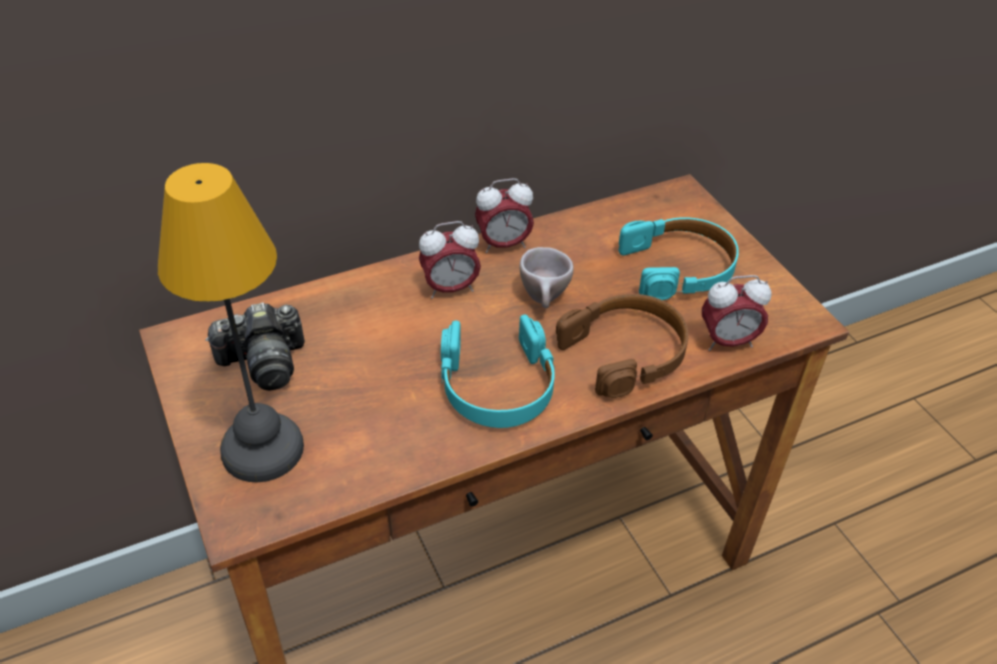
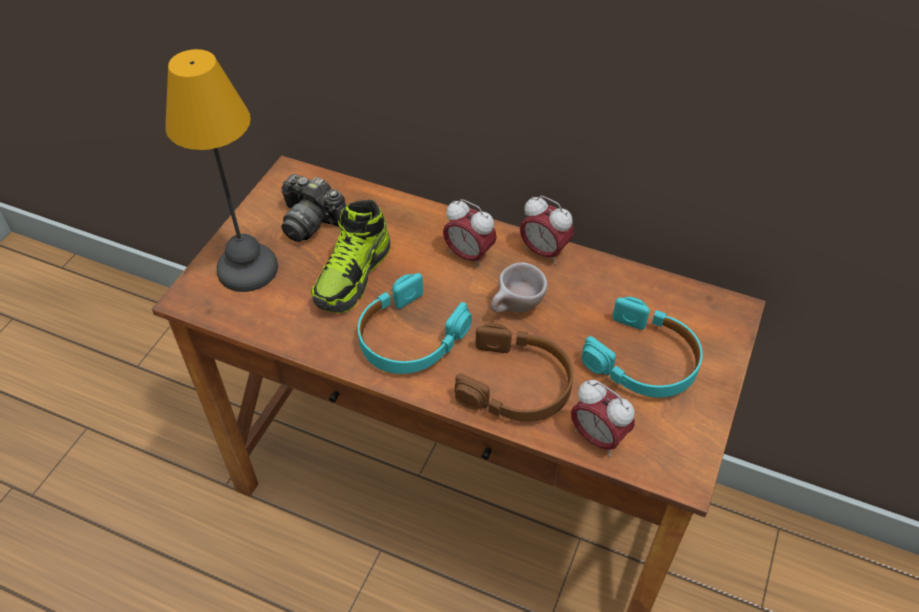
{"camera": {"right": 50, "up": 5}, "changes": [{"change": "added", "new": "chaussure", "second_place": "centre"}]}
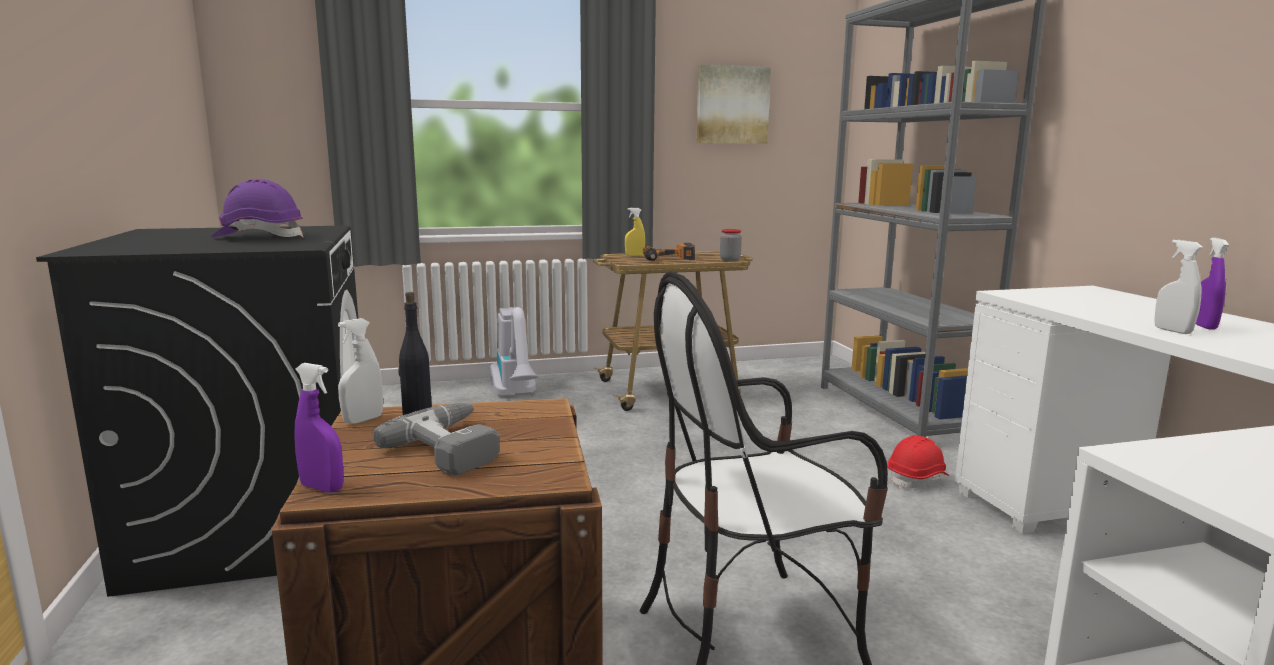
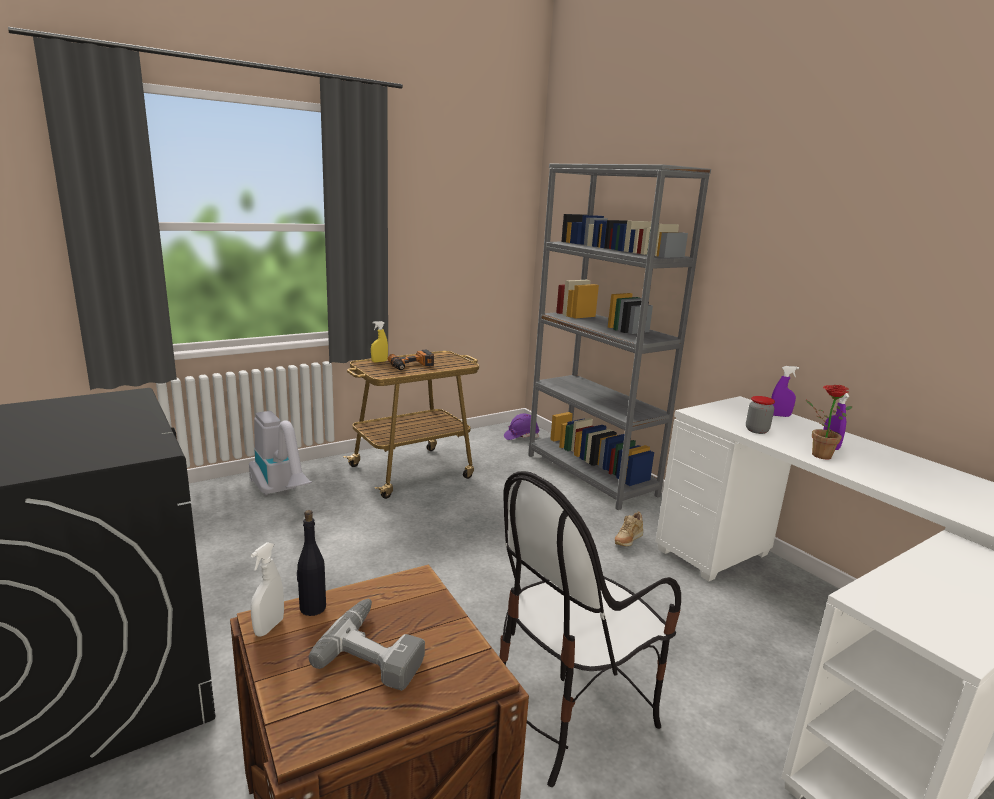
{"camera": {"right": -20, "up": 5}, "changes": [{"change": "moved", "old": "casque de chantier (violet)", "first_place": "top left", "second_place": "centre"}, {"change": "replaced", "old": "casque de chantier (rouge)", "new": "chaussure (beige)", "first_place": "bottom right", "second_place": "centre"}, {"change": "moved", "old": "bocal", "first_place": "centre", "second_place": "middle right"}, {"change": "moved", "old": "vaporisateur (violet) (1st from left)", "first_place": "middle left", "second_place": "middle right"}, {"change": "replaced", "old": "vaporisateur (blanc) (2nd from left)", "new": "plante en pot", "first_place": "middle right", "second_place": "middle right"}, {"change": "removed", "old": "tableau", "first_place": "top centre"}]}
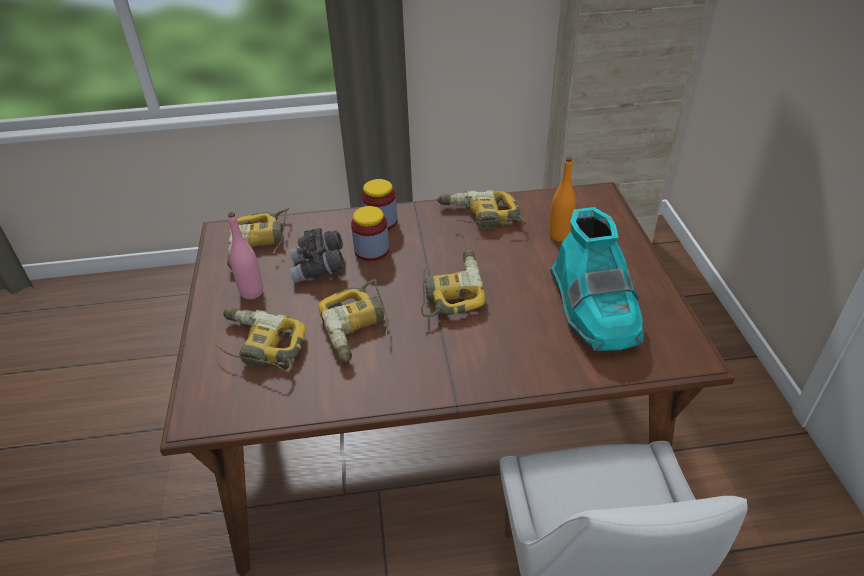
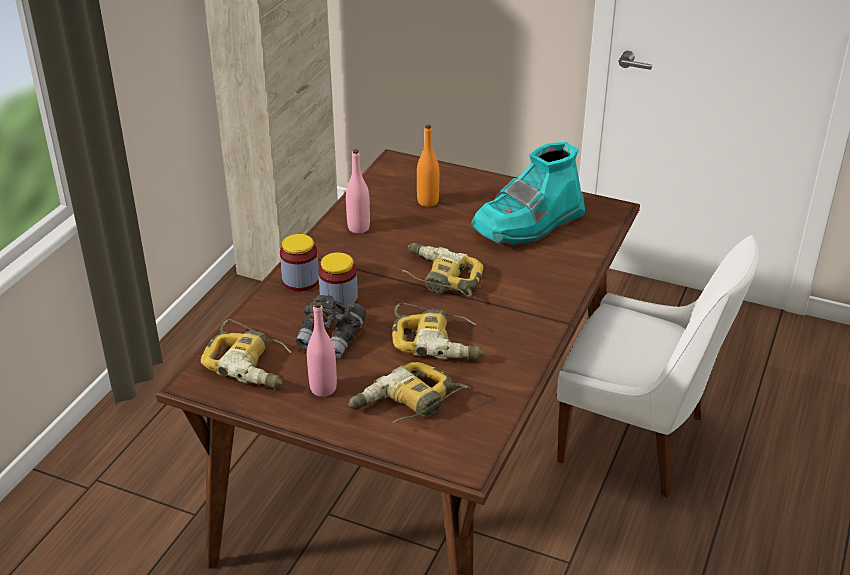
{"camera": {"right": -60, "up": -5}, "changes": [{"change": "replaced", "old": "perceuse (5th from left)", "new": "bouteille (rose) (2nd from left)", "first_place": "centre", "second_place": "top centre"}, {"change": "turned", "old": "botte (turquoise)", "first_place": "middle right", "second_place": "centre", "degrees": 120}]}
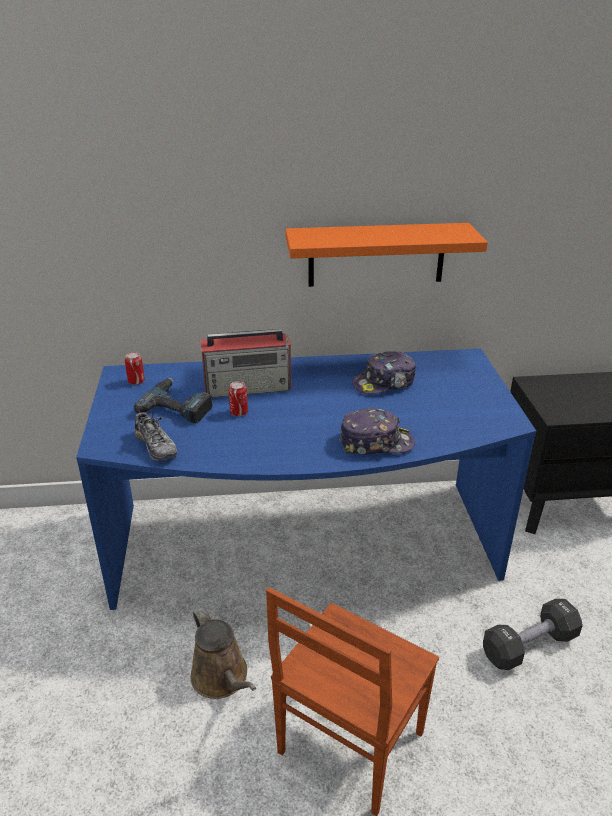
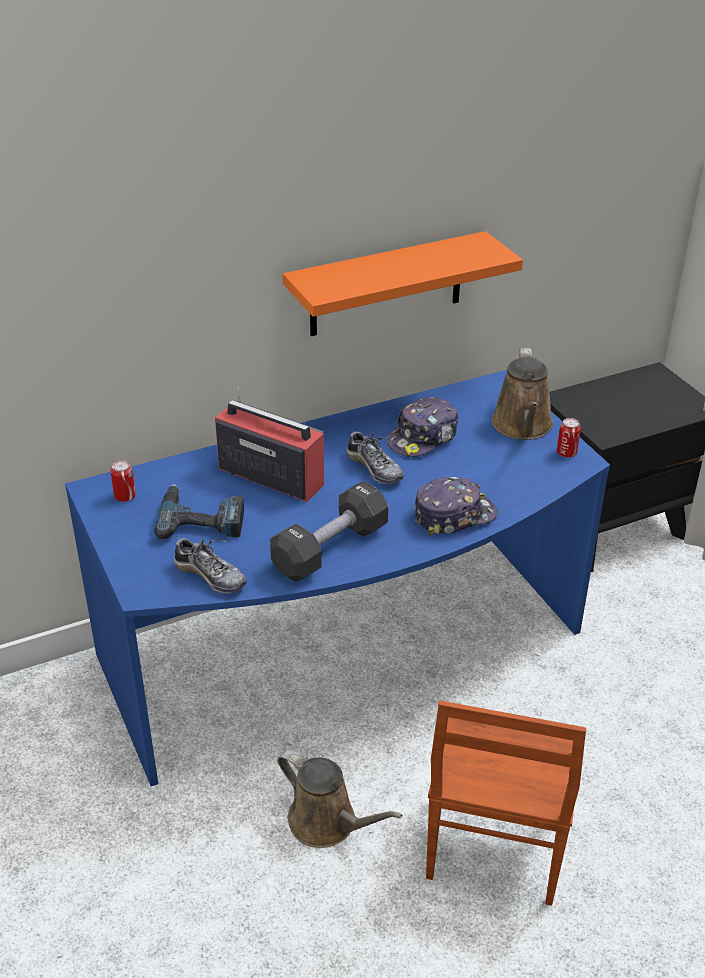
{"camera": {"right": -20, "up": 5}, "changes": [{"change": "turned", "old": "radio", "first_place": "centre", "second_place": "centre", "degrees": -120}, {"change": "moved", "old": "haltère (noir)", "first_place": "bottom right", "second_place": "centre"}, {"change": "added", "new": "chaussure (2nd from left)", "second_place": "centre"}, {"change": "added", "new": "arrosoir (marron) (2nd from left)", "second_place": "middle right"}, {"change": "moved", "old": "boîte métallique (2nd from left)", "first_place": "centre", "second_place": "middle right"}]}
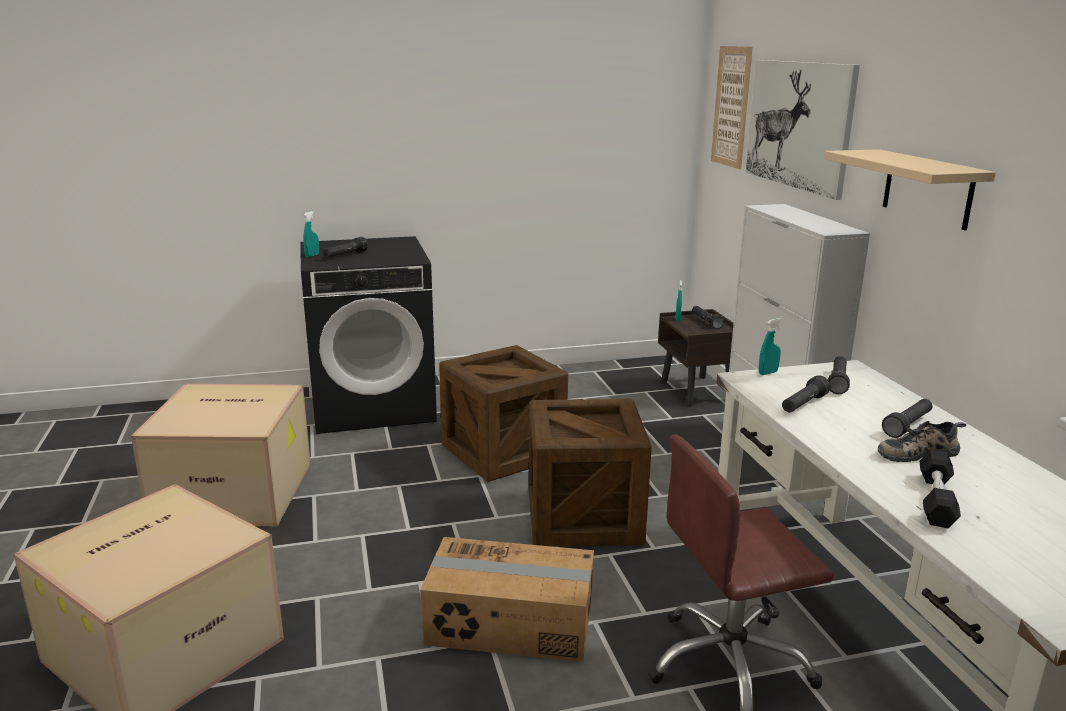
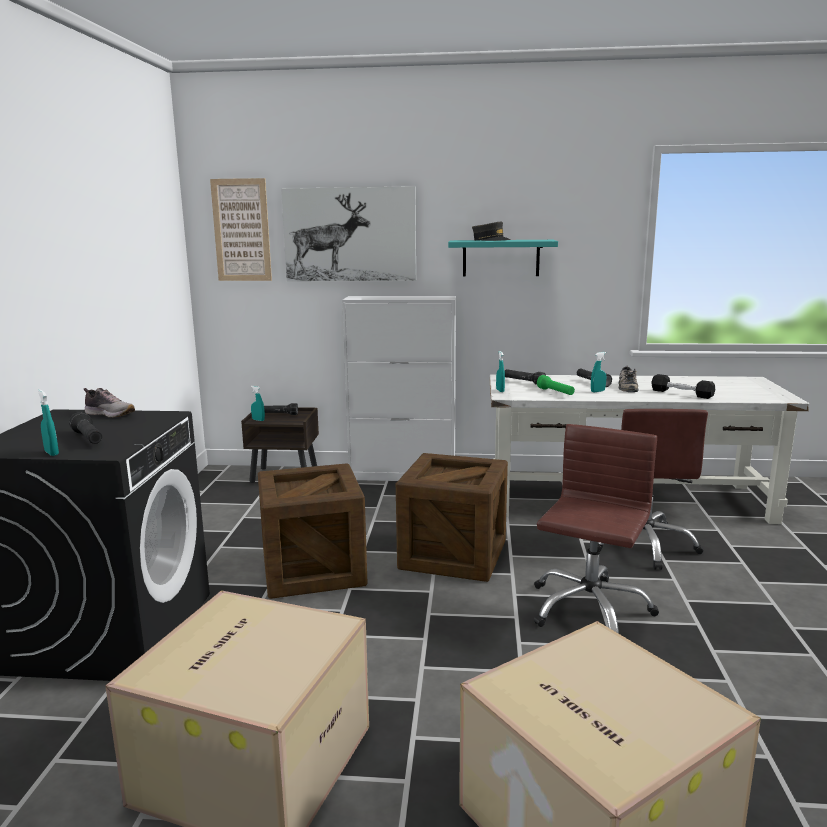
{"camera": {"right": -70, "up": -5}, "changes": [{"change": "added", "new": "chaussure (1st from left)", "second_place": "middle left"}, {"change": "recoloured", "old": "étagère (beige)", "new": "étagère (turquoise)", "first_place": "top right", "second_place": "top centre"}, {"change": "added", "new": "casquette (gris)", "second_place": "top centre"}, {"change": "replaced", "old": "carton (3rd from left)", "new": "chaise de bureau (marron) (1st from left)", "first_place": "bottom centre", "second_place": "middle right"}, {"change": "recoloured", "old": "lampe de poche (noir) (3rd from left)", "new": "lampe de poche (vert)", "first_place": "middle right", "second_place": "middle right"}, {"change": "added", "new": "vaporisateur (turquoise) (4th from left)", "second_place": "middle right"}]}
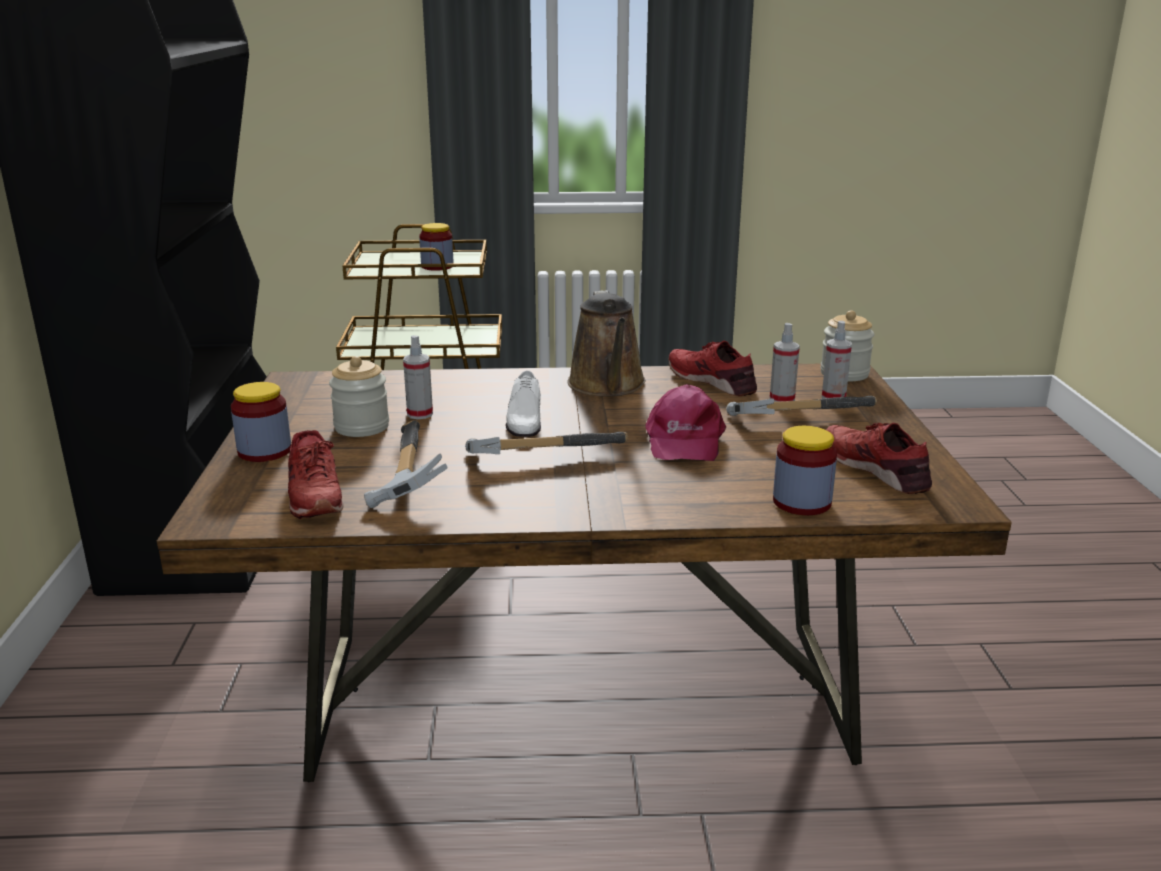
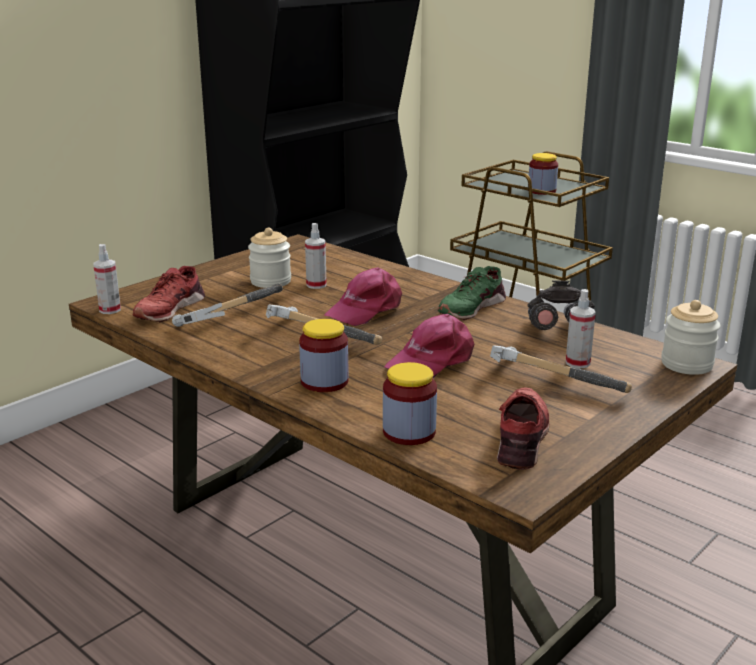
{"camera": {"right": 45, "up": 0}, "changes": [{"change": "moved", "old": "vaporisateur (3rd from left in the first image)", "new": "vaporisateur (1st from left)", "first_place": "middle right", "second_place": "middle left"}, {"change": "moved", "old": "bocal (1st from left in the first image)", "new": "bocal (2nd from left)", "first_place": "middle left", "second_place": "centre"}, {"change": "replaced", "old": "chaussure (blanc)", "new": "casquette (rose) (1st from left)", "first_place": "centre", "second_place": "centre"}, {"change": "replaced", "old": "arrosoir (marron)", "new": "chaussure (vert)", "first_place": "centre", "second_place": "centre"}, {"change": "replaced", "old": "chaussure (rouge) (2nd from left)", "new": "jumelles (gris)", "first_place": "centre", "second_place": "middle right"}]}
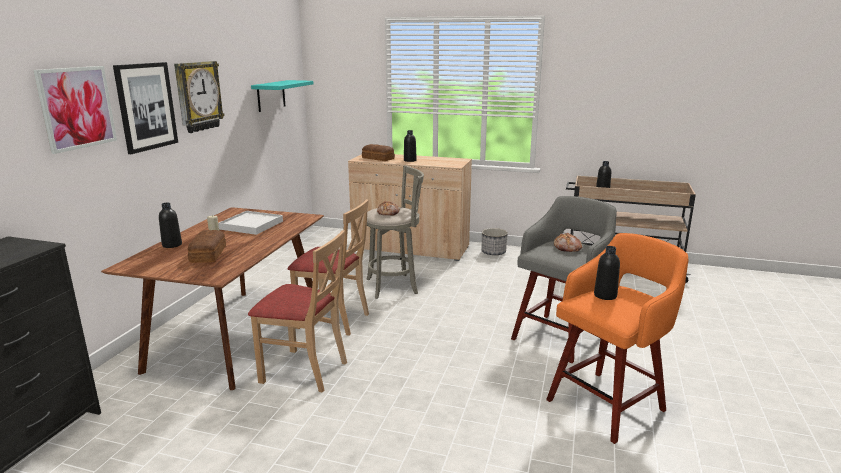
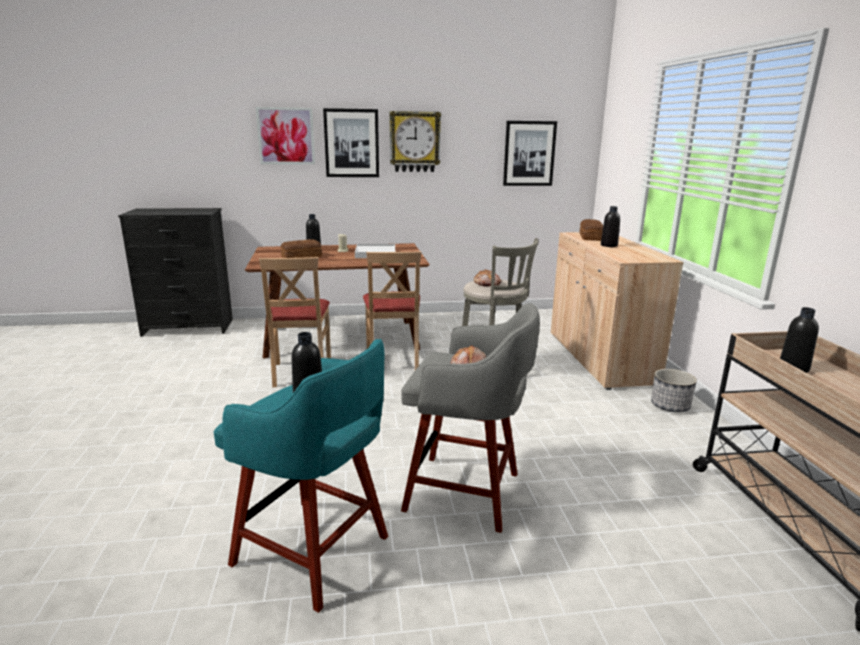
{"camera": {"right": 65, "up": 0}, "changes": [{"change": "recoloured", "old": "tabouret (orange)", "new": "tabouret (turquoise)", "first_place": "bottom right", "second_place": "bottom centre"}, {"change": "replaced", "old": "étagère (turquoise)", "new": "tableau (3rd from left)", "first_place": "top centre", "second_place": "top centre"}]}
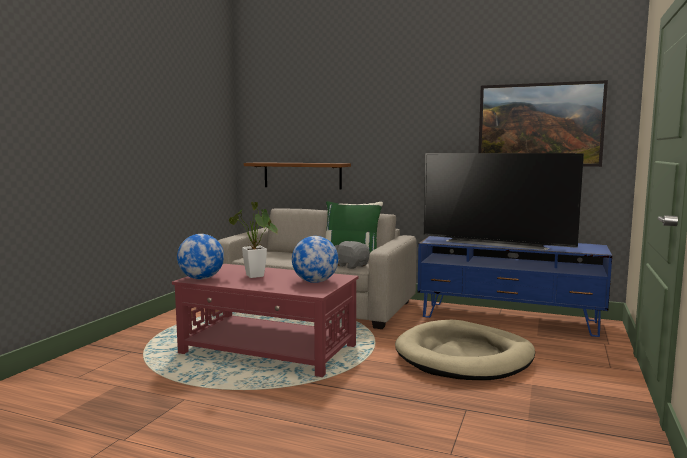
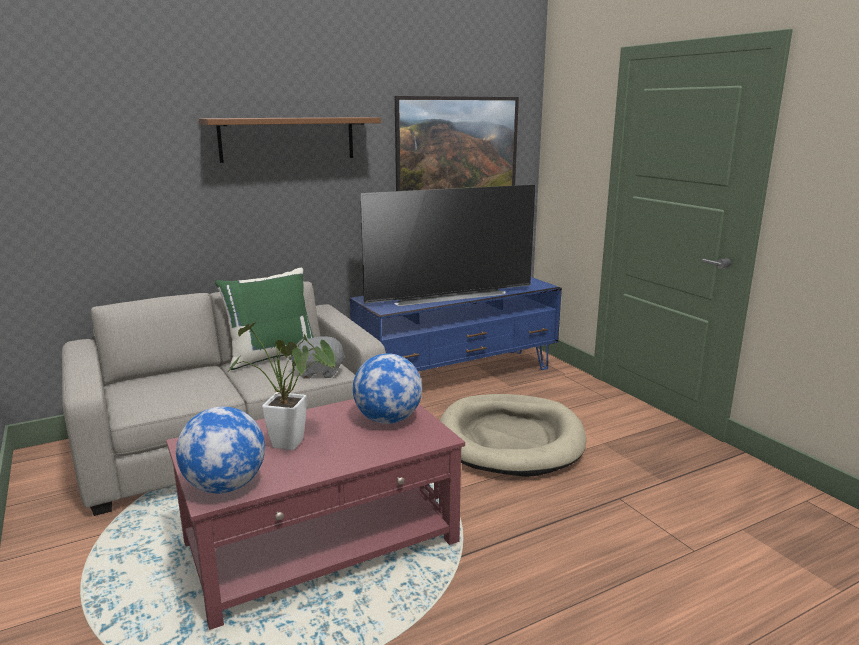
{"camera": {"right": -50, "up": 10}, "changes": [{"change": "moved", "old": "étagère (marron)", "first_place": "centre", "second_place": "top centre"}]}
